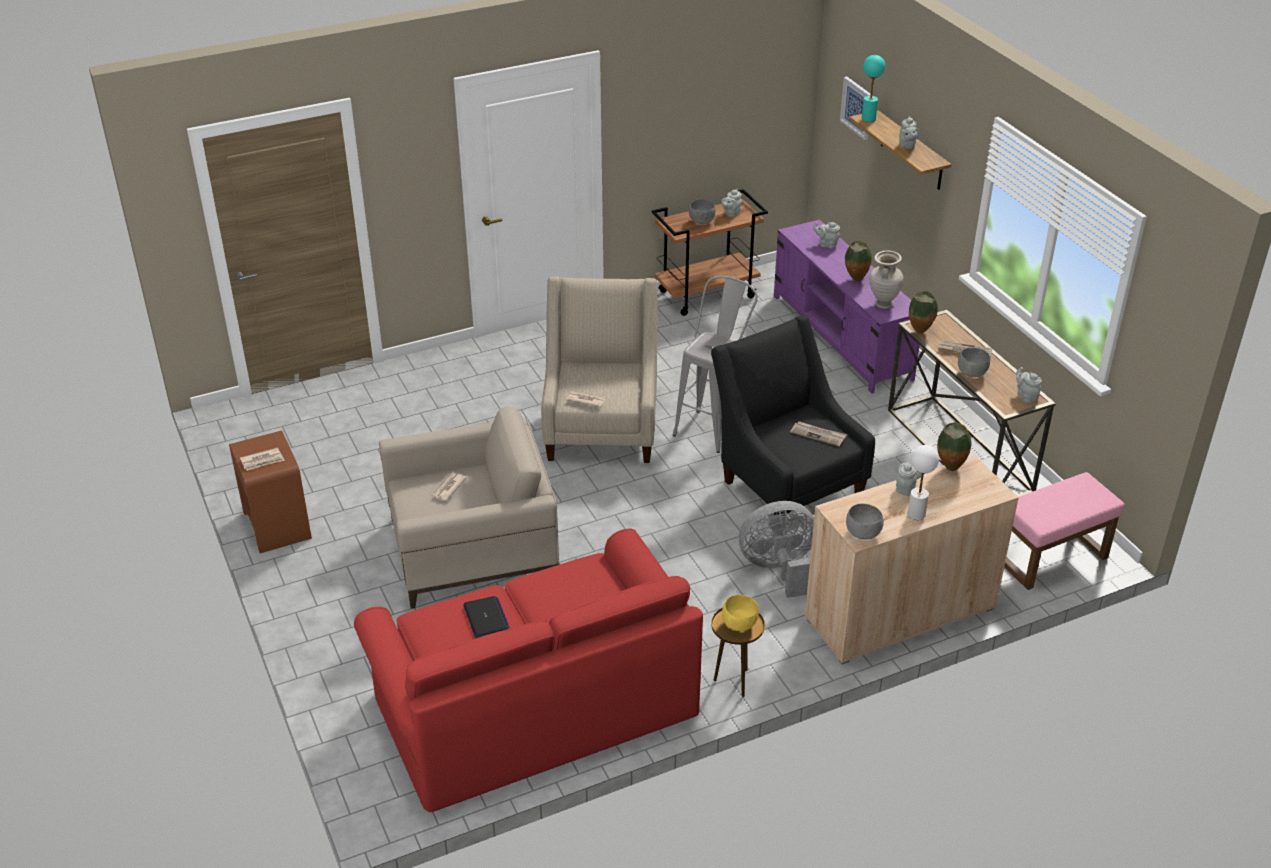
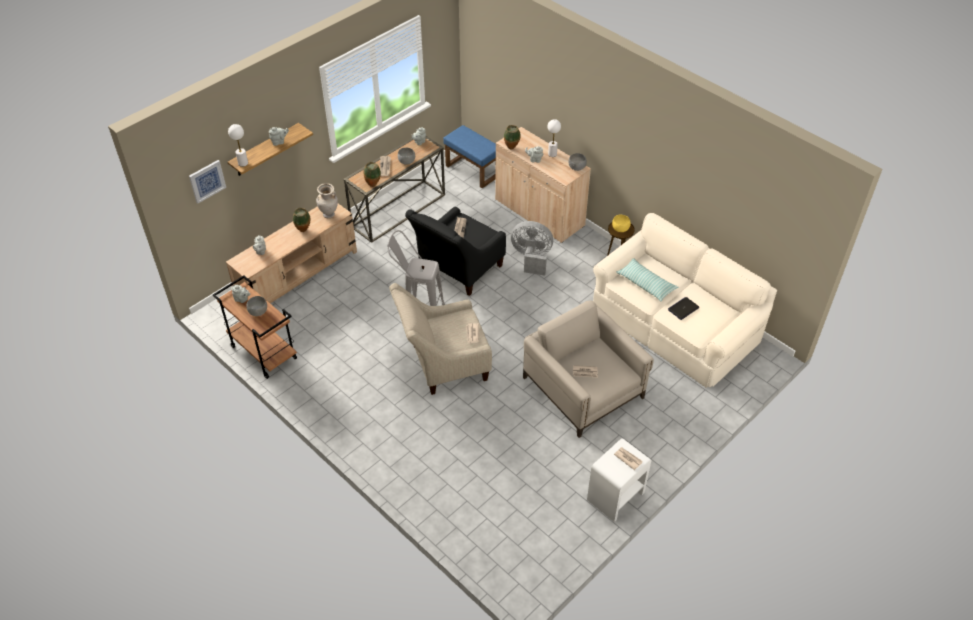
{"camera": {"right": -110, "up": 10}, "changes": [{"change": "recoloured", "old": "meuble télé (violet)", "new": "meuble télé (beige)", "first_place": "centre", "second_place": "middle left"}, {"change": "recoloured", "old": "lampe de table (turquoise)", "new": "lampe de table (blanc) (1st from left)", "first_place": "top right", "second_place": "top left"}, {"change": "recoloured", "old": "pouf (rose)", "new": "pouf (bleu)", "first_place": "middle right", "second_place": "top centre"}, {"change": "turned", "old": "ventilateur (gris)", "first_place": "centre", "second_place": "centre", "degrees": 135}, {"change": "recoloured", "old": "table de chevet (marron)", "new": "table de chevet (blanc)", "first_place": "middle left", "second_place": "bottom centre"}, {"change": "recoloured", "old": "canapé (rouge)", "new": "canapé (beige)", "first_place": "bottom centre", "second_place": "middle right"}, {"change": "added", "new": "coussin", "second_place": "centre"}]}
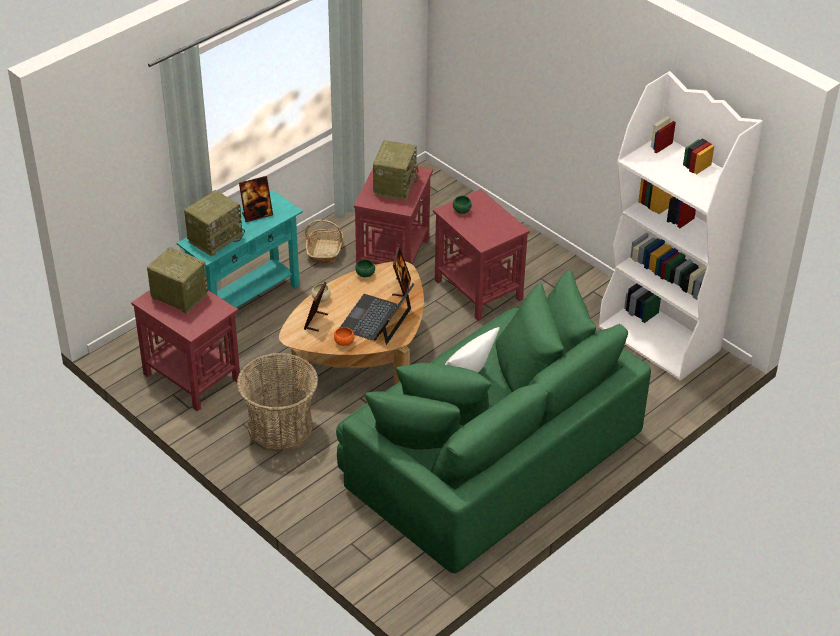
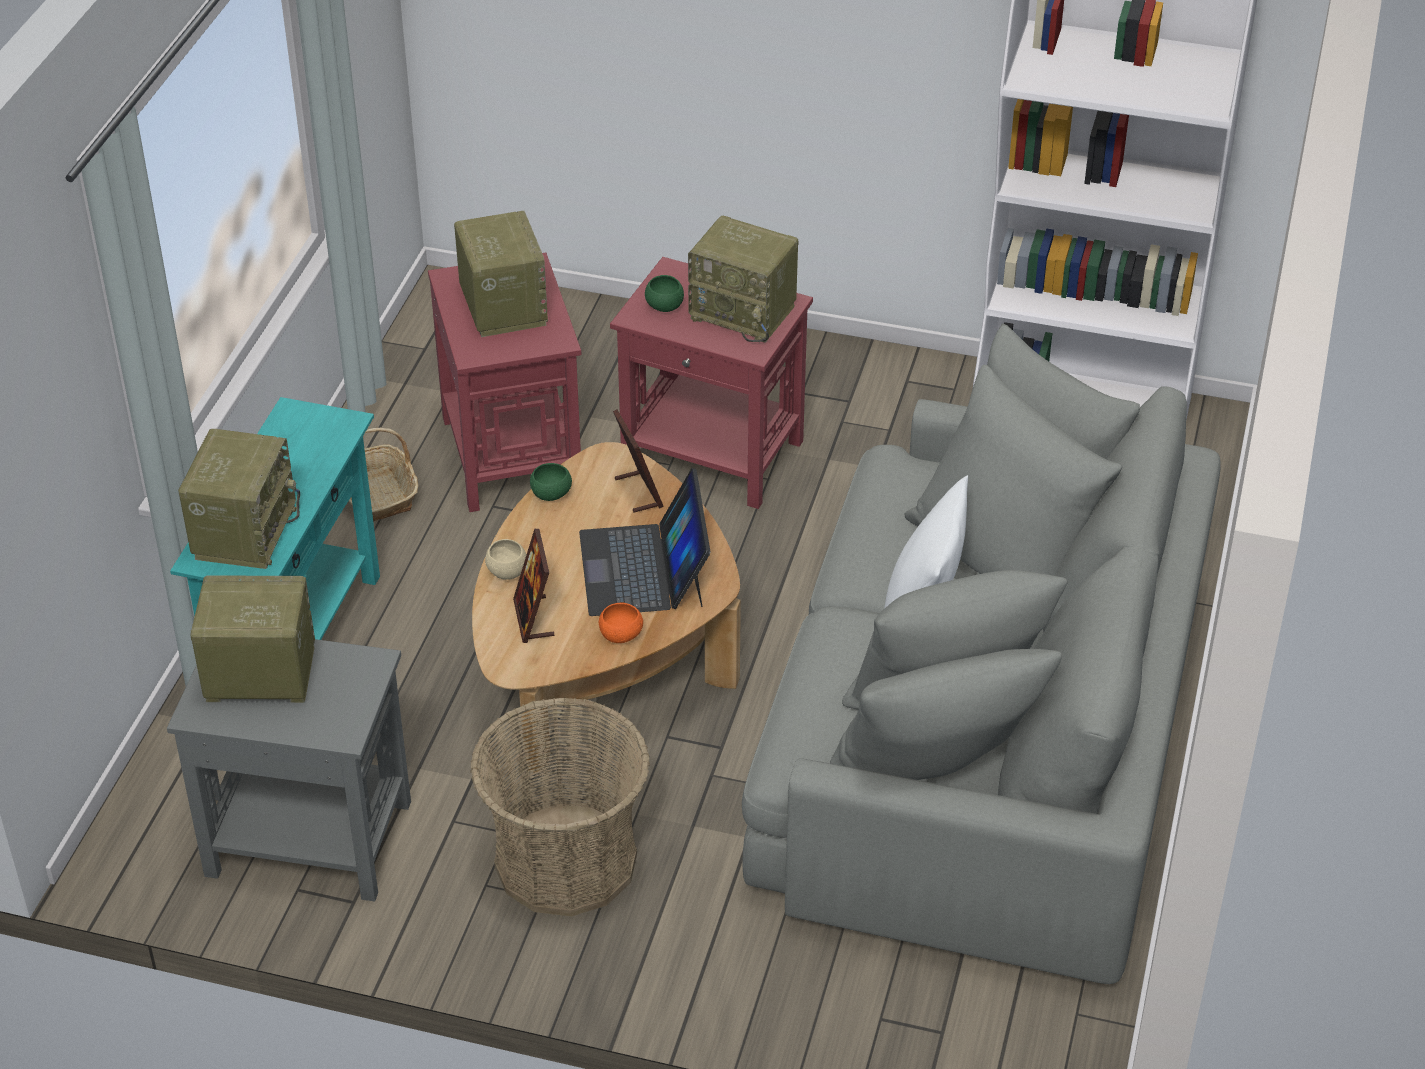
{"camera": {"right": -30, "up": 0}, "changes": [{"change": "recoloured", "old": "table d'appoint (rouge) (1st from left)", "new": "table d'appoint (gris)", "first_place": "middle left", "second_place": "bottom left"}, {"change": "added", "new": "radio (4th from left)", "second_place": "top centre"}, {"change": "recoloured", "old": "canapé (vert)", "new": "canapé (gris)", "first_place": "centre", "second_place": "middle right"}, {"change": "removed", "old": "cadre photo (1st from left)", "first_place": "top left"}]}
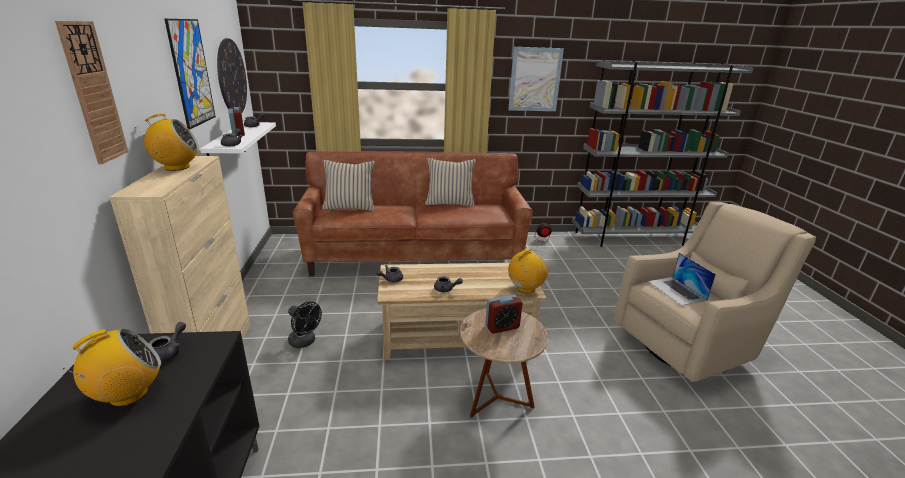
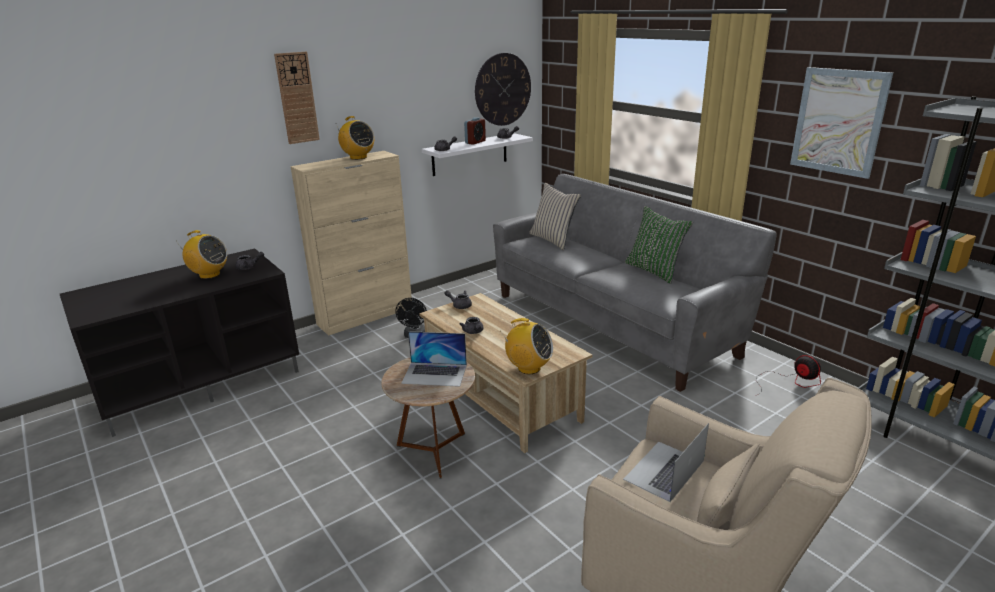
{"camera": {"right": 60, "up": 0}, "changes": [{"change": "replaced", "old": "réveil (2nd from left)", "new": "ordinateur portable (1st from left)", "first_place": "centre", "second_place": "centre"}, {"change": "recoloured", "old": "canapé (marron)", "new": "canapé (gris)", "first_place": "centre", "second_place": "centre"}, {"change": "recoloured", "old": "coussin (beige) (2nd from left)", "new": "coussin (vert)", "first_place": "centre", "second_place": "centre"}, {"change": "removed", "old": "tableau (1st from left)", "first_place": "top left"}]}
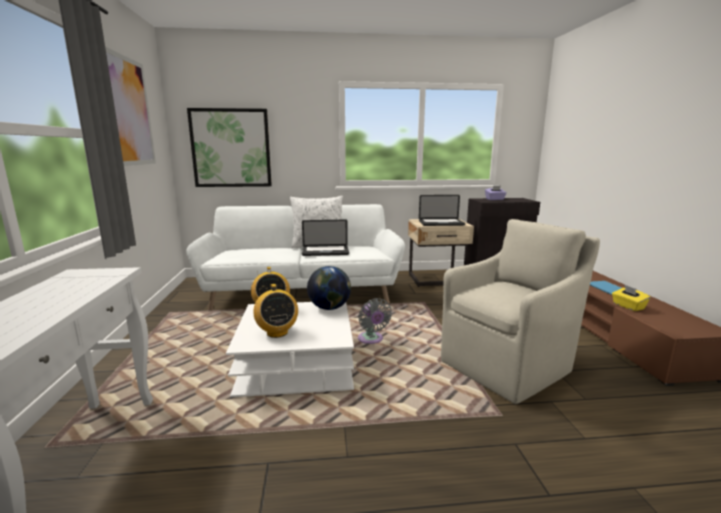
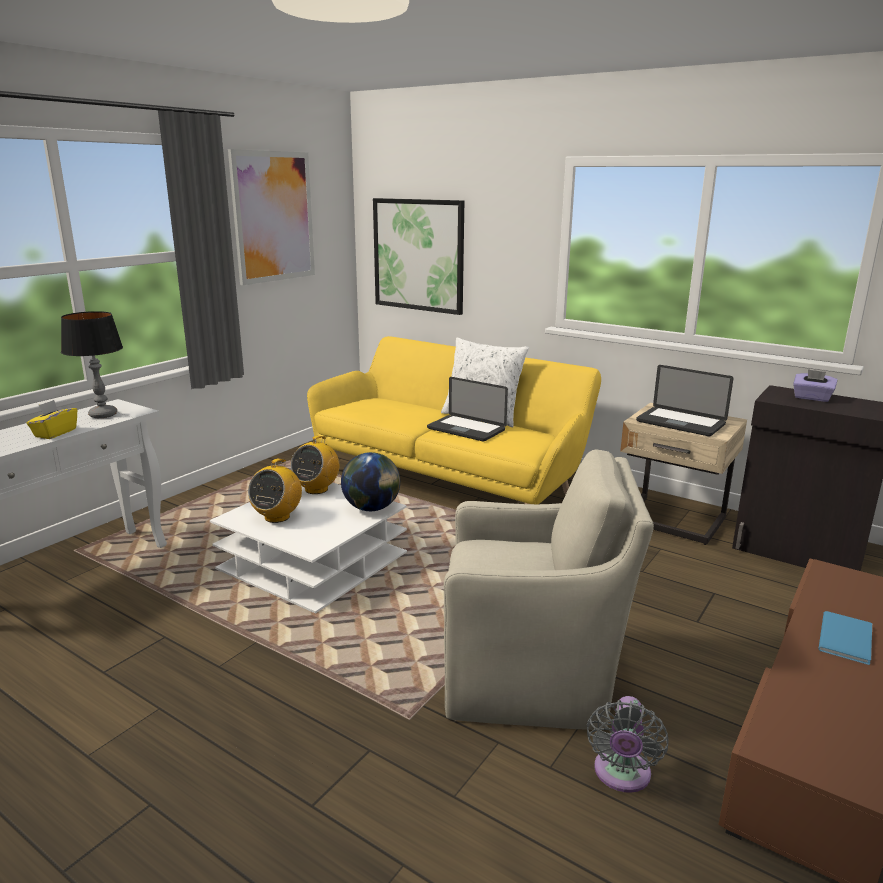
{"camera": {"right": 40, "up": 5}, "changes": [{"change": "moved", "old": "boîte à mouchoirs (jaune)", "first_place": "middle right", "second_place": "middle left"}, {"change": "added", "new": "lampe de table", "second_place": "middle left"}, {"change": "recoloured", "old": "canapé (blanc)", "new": "canapé (jaune)", "first_place": "centre", "second_place": "centre"}, {"change": "moved", "old": "ventilateur (gris)", "first_place": "centre", "second_place": "bottom right"}]}
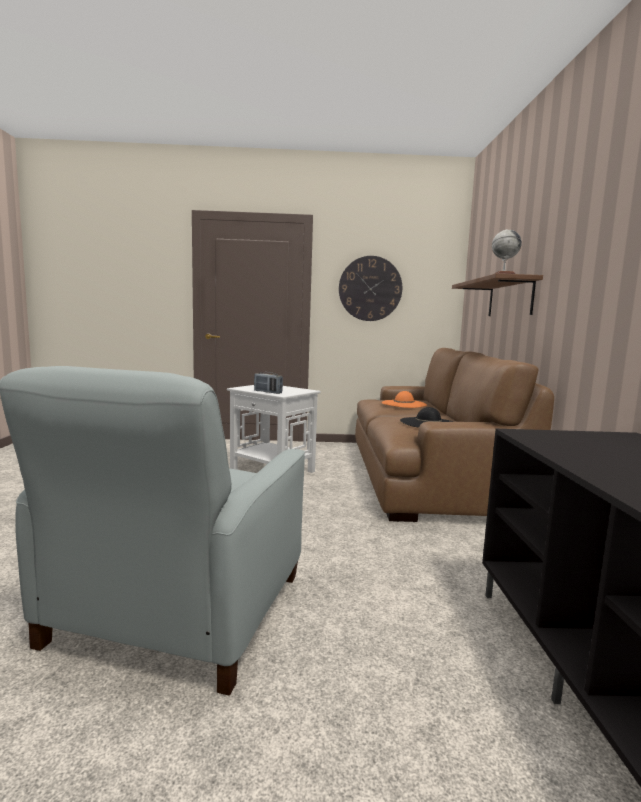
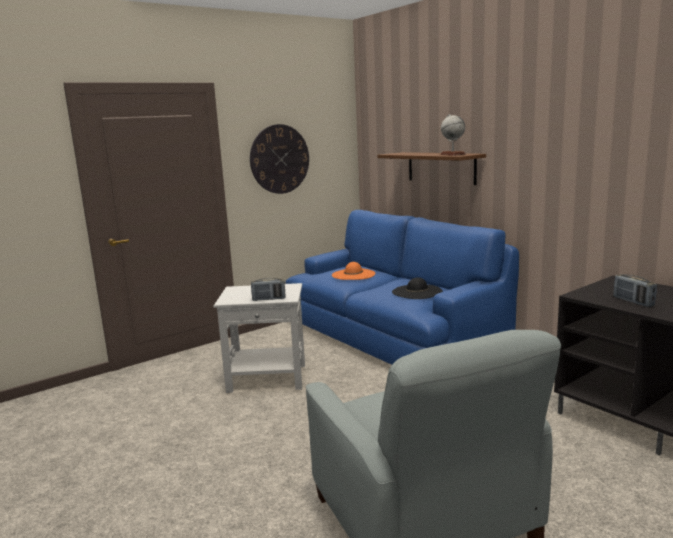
{"camera": {"right": -35, "up": 5}, "changes": [{"change": "recoloured", "old": "canapé (marron)", "new": "canapé (bleu)", "first_place": "middle right", "second_place": "centre"}, {"change": "added", "new": "radio (2nd from left)", "second_place": "middle right"}]}
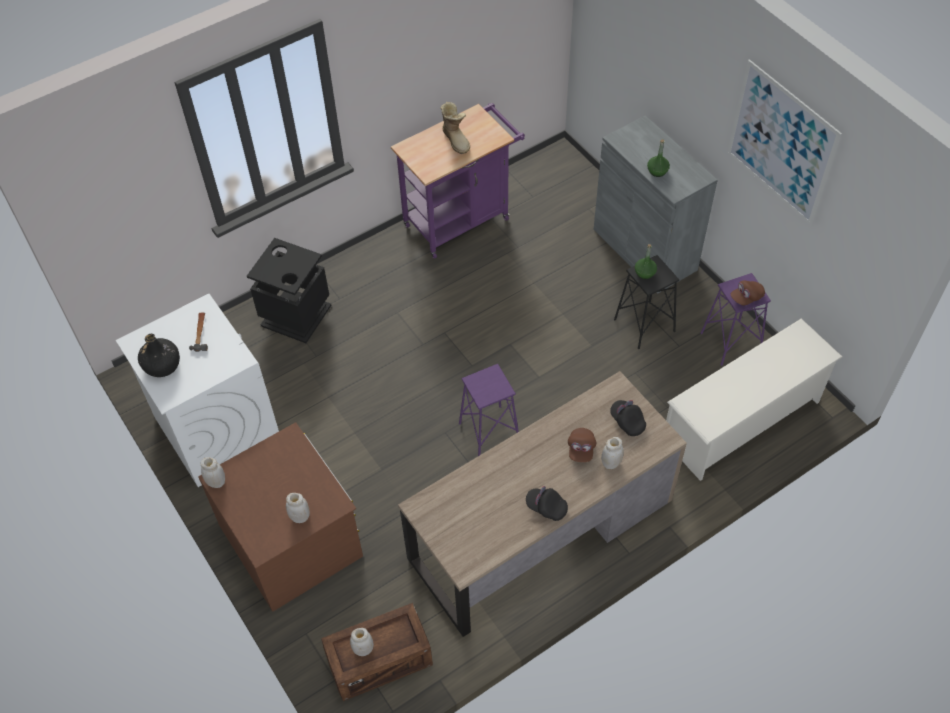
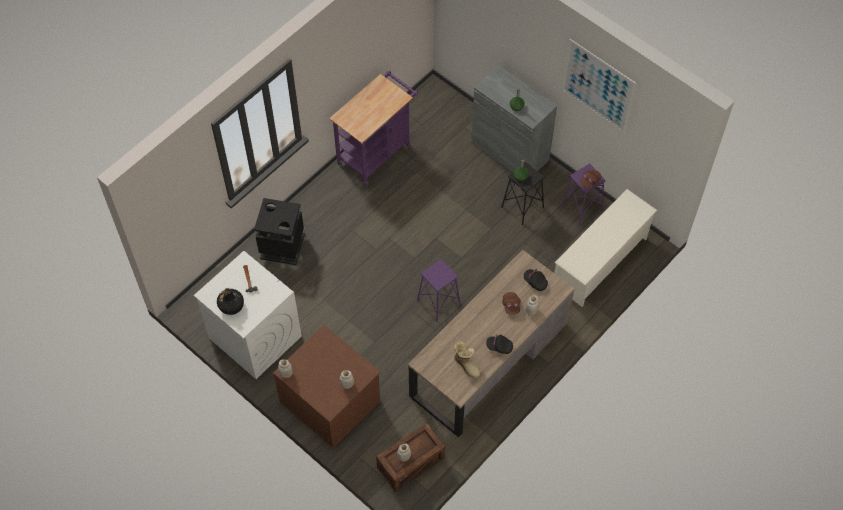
{"camera": {"right": -15, "up": 5}, "changes": [{"change": "moved", "old": "botte", "first_place": "top centre", "second_place": "bottom centre"}]}
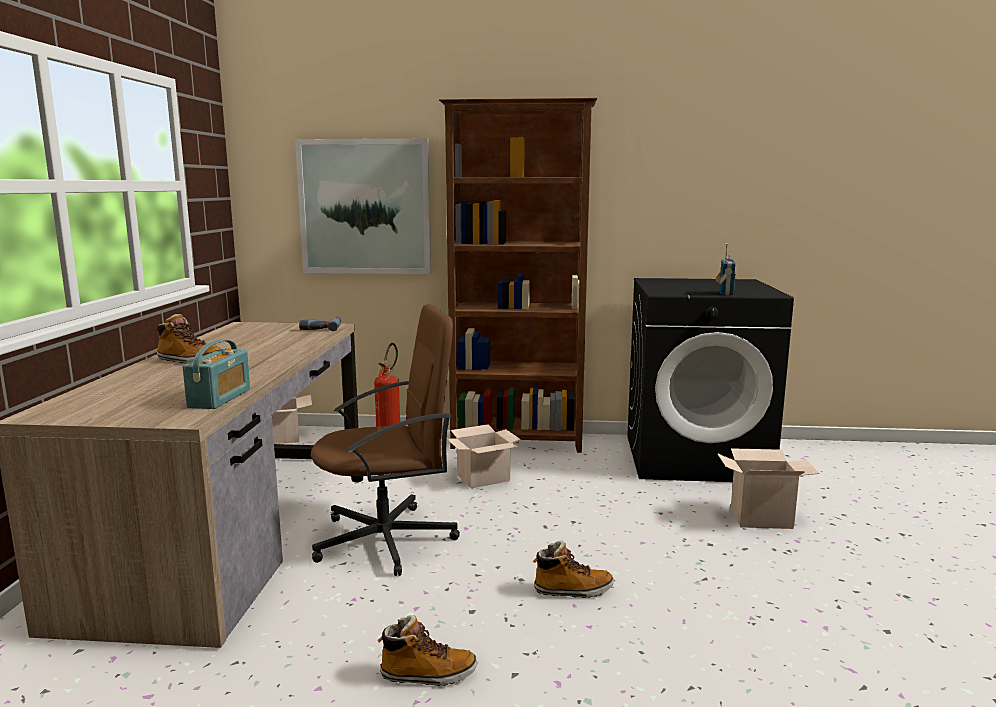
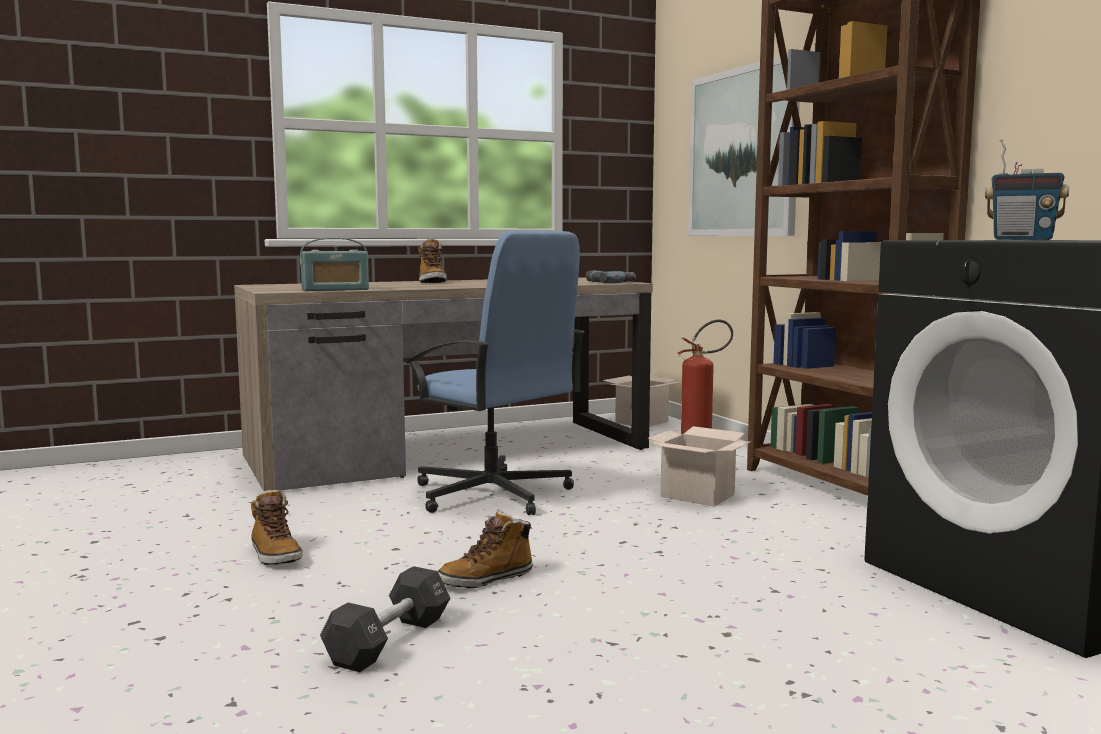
{"camera": {"right": 60, "up": -5}, "changes": [{"change": "added", "new": "haltère (noir)", "second_place": "bottom centre"}, {"change": "recoloured", "old": "chaise de bureau (marron)", "new": "chaise de bureau (bleu)", "first_place": "centre", "second_place": "centre"}, {"change": "turned", "old": "botte (3rd from left)", "first_place": "bottom centre", "second_place": "bottom centre", "degrees": 90}, {"change": "turned", "old": "radio (2nd from left)", "first_place": "middle right", "second_place": "top right", "degrees": 45}, {"change": "removed", "old": "carton (3rd from left)", "first_place": "bottom right"}]}
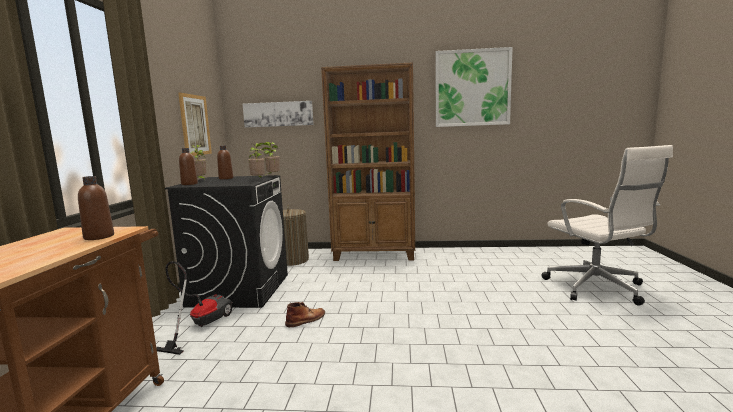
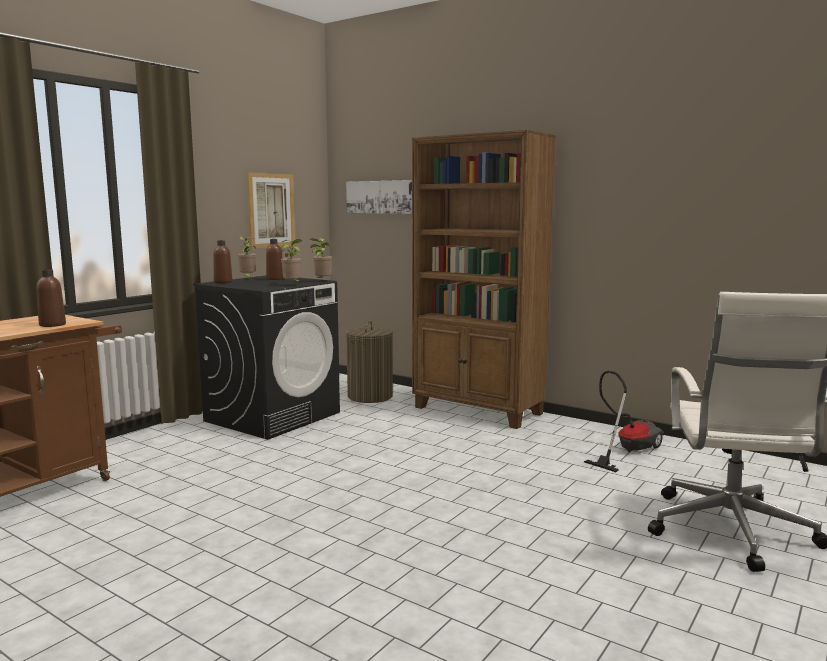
{"camera": {"right": 30, "up": 0}, "changes": [{"change": "moved", "old": "aspirateur", "first_place": "bottom left", "second_place": "middle right"}, {"change": "removed", "old": "botte (marron)", "first_place": "bottom centre"}, {"change": "removed", "old": "tableau (3rd from left)", "first_place": "top centre"}]}
